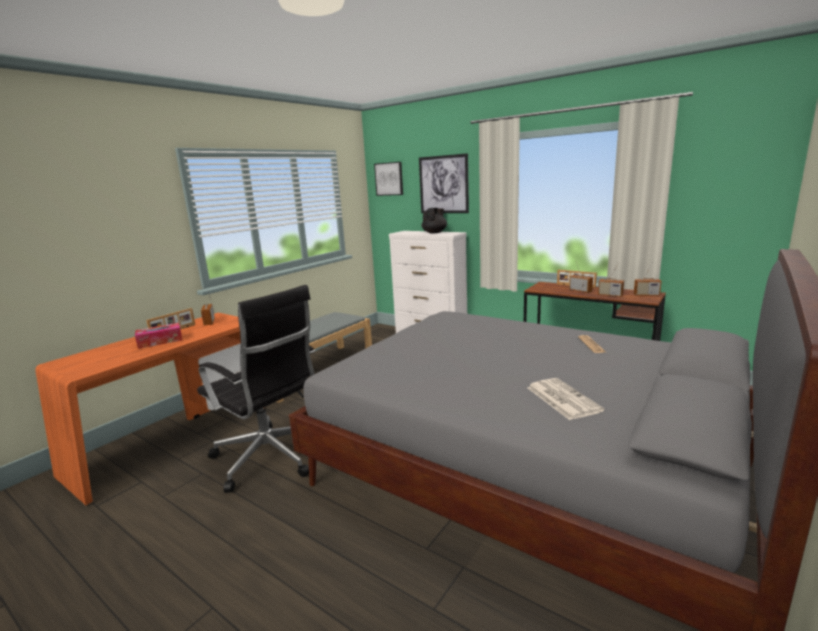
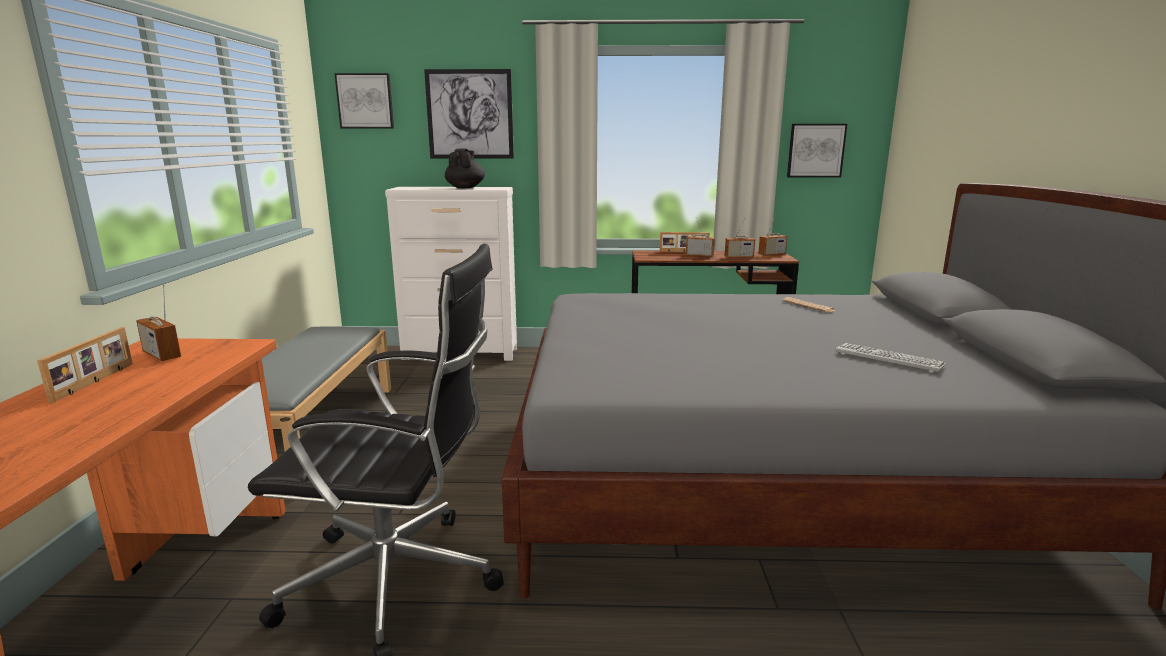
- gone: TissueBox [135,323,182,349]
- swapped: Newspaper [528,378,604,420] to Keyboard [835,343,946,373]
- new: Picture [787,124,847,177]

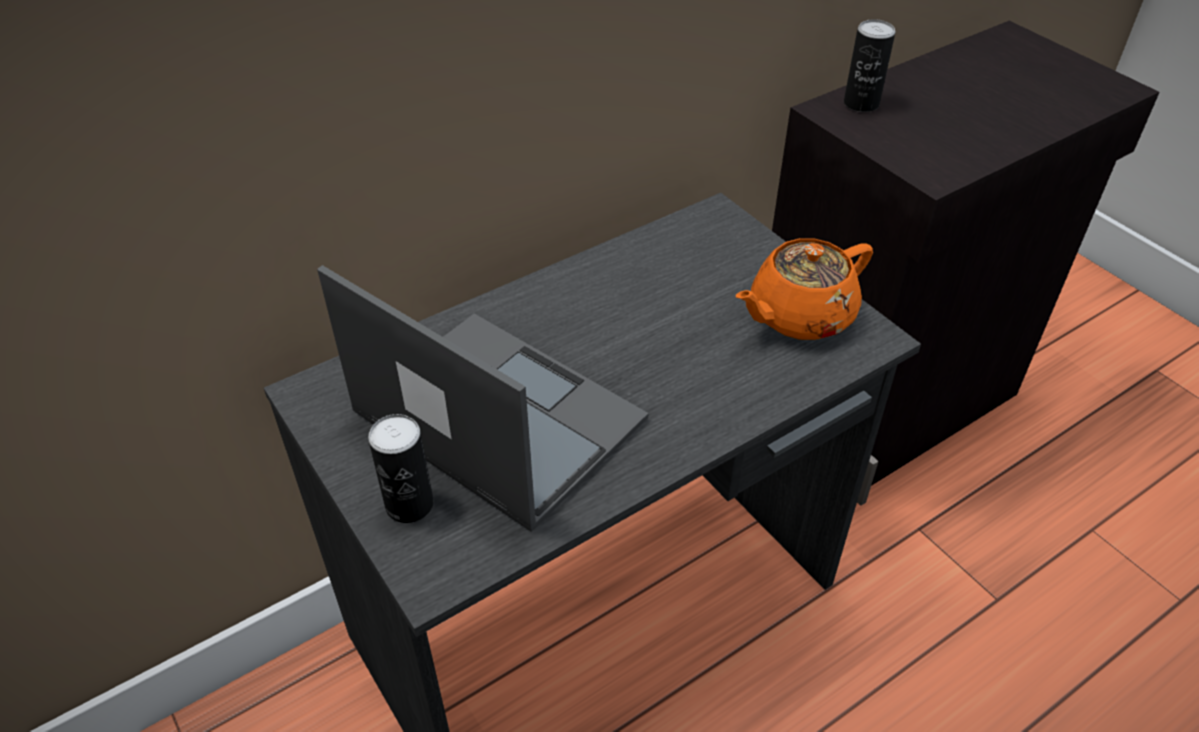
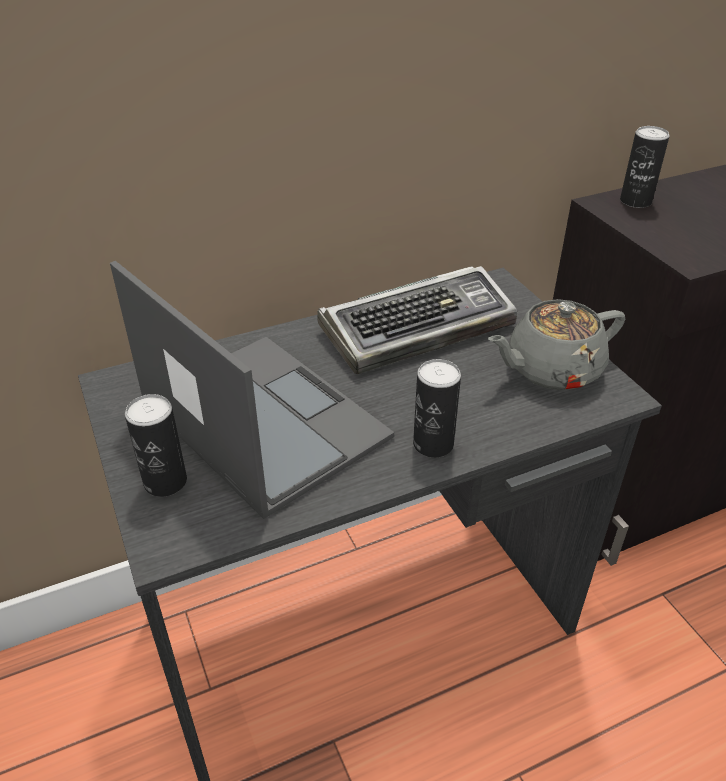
- repainted: OrangeTeapot [736,238,873,340] to GreyTeapot [488,299,625,390]
- new: Keyboard [317,266,518,374]
- new: Can [413,359,461,458]

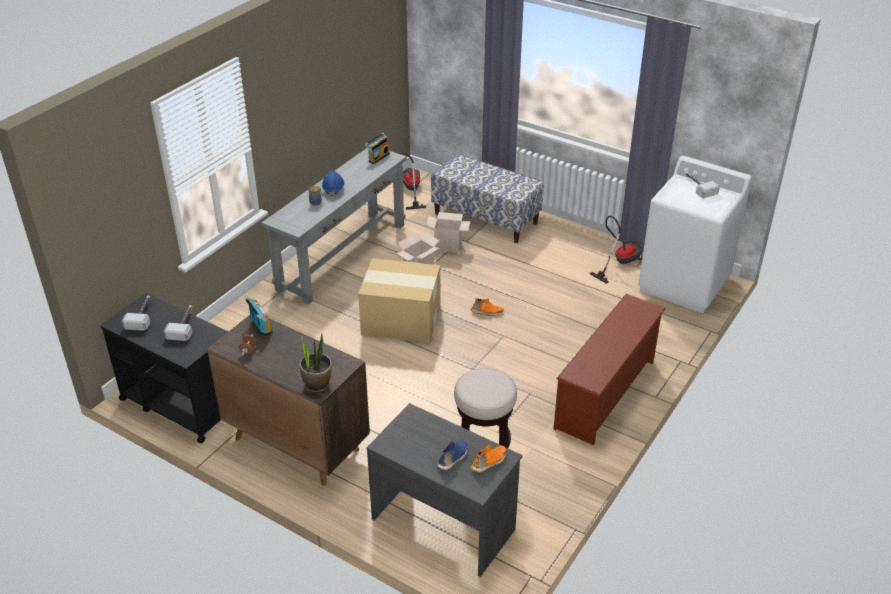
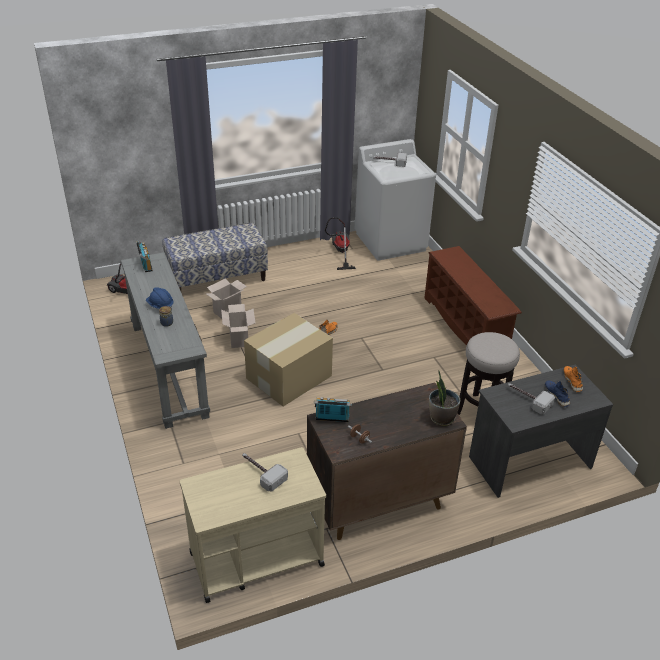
- repainted: BlackCart [100,293,228,443] to BeigeCart [180,447,326,603]
- shifted: Hammer [121,296,150,331] to [508,383,555,414]

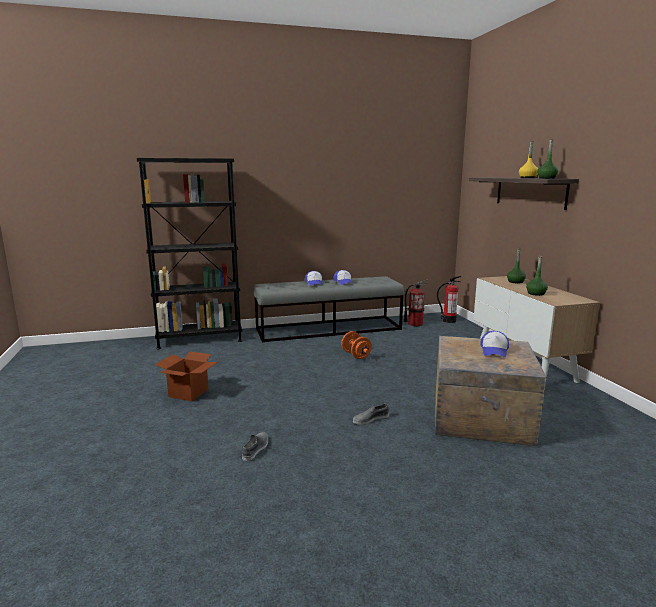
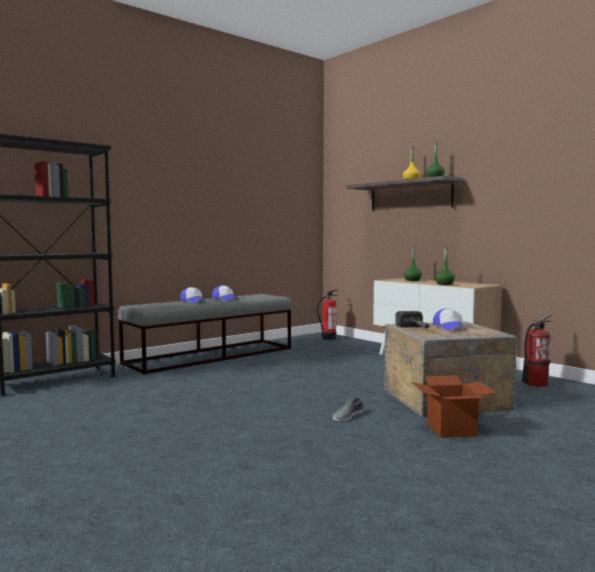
- shifted: CardboardBox [154,351,217,401] to [412,375,497,438]
- gone: GreyShoe [242,432,268,461]
- gone: OrangeDumbbell [341,331,372,359]
- shifted: FireExtinguisher [404,279,429,326] to [522,314,551,387]
- new: Hammer [395,311,430,328]

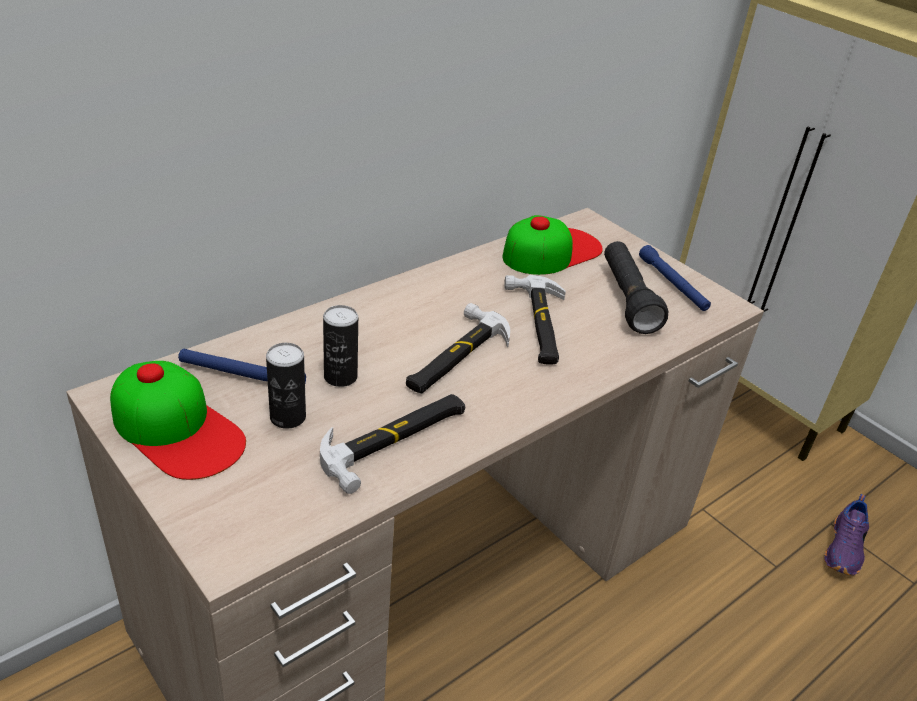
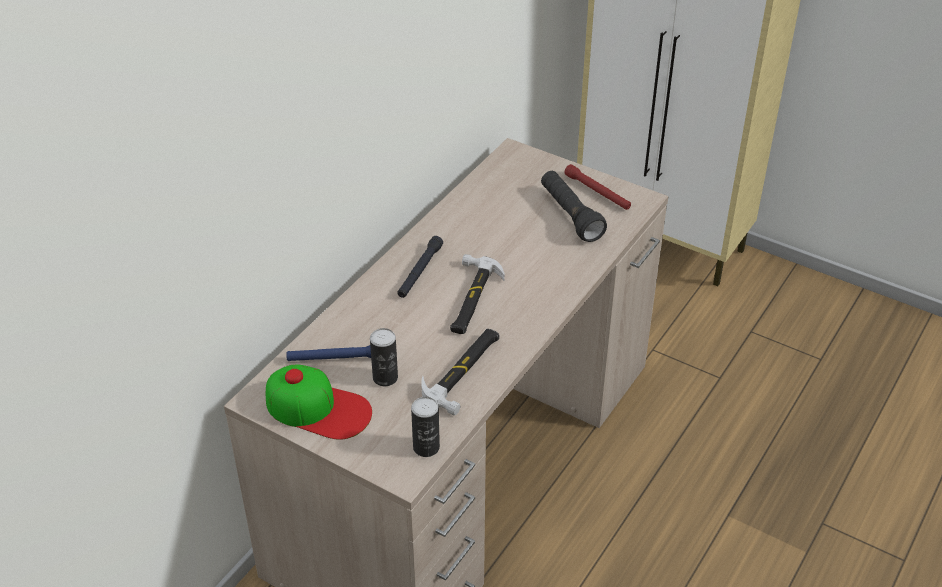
- shifted: Can [323,305,358,387] to [411,397,440,457]
- gone: Cap [503,215,603,275]
- gone: Hammer [504,275,566,365]
- repainted: BlueFlashlight [639,245,711,311] to RedFlashlight [565,164,631,210]
- gone: PurpleShoe [824,494,869,576]
- new: BlackFlashlight [397,236,443,298]

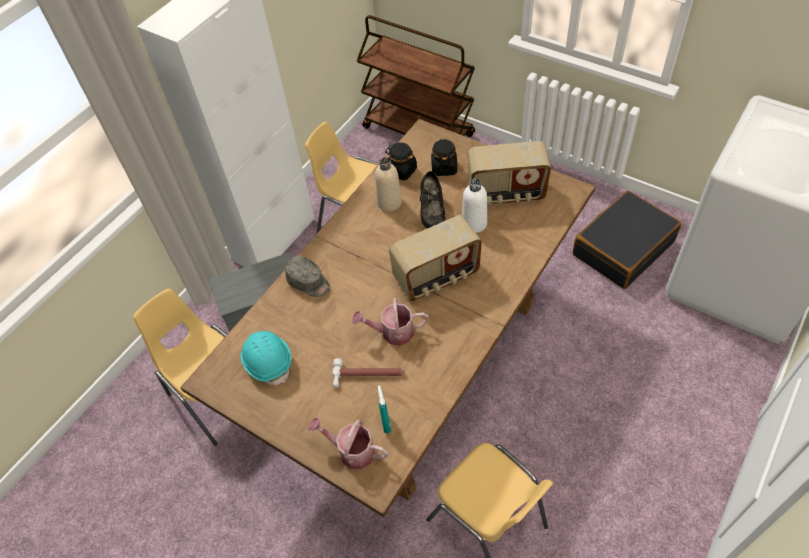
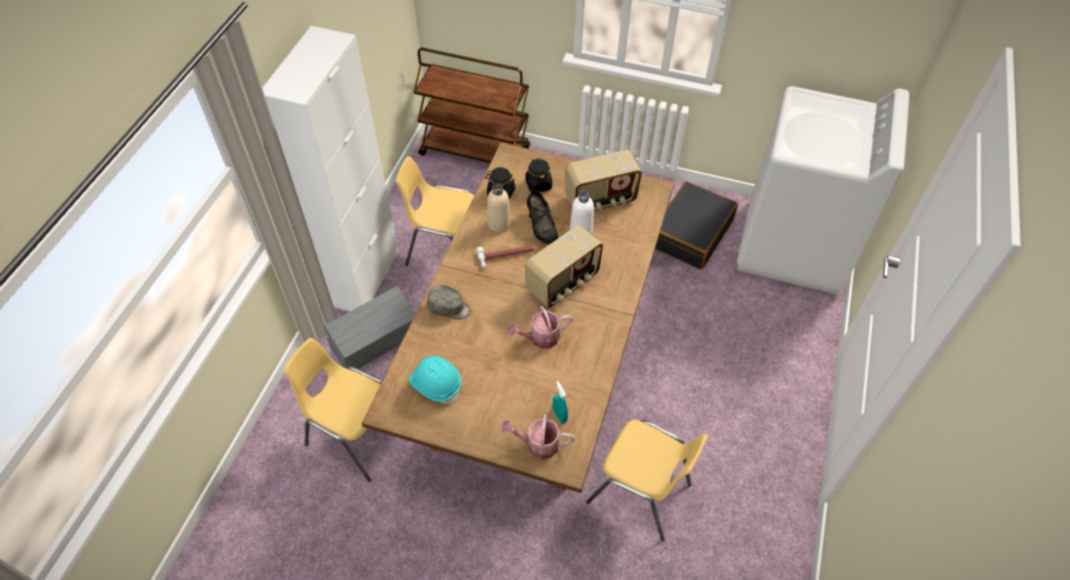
- shifted: Hammer [333,358,405,388] to [476,246,535,269]

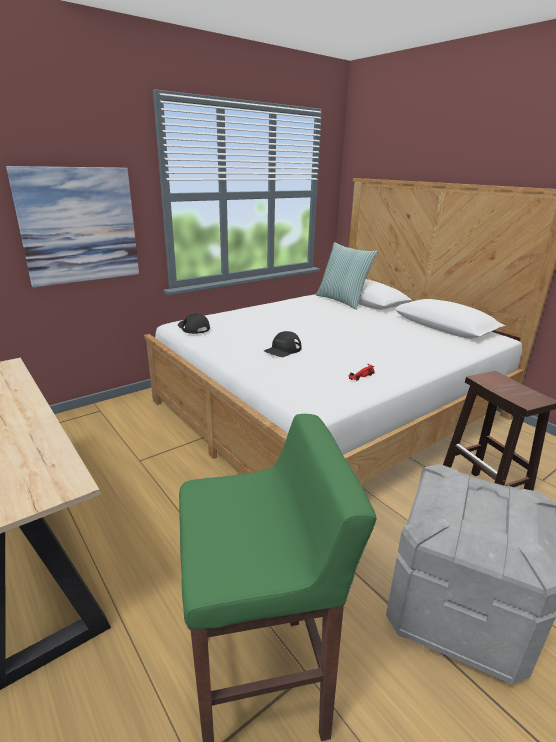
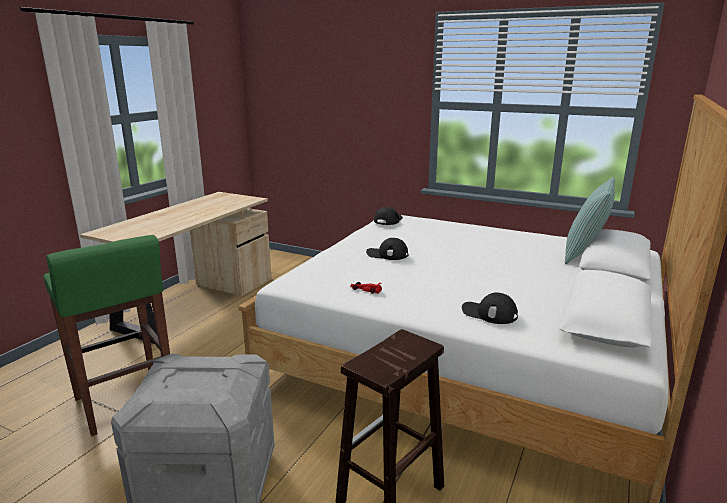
- gone: Picture [6,166,139,287]
- new: BlackCap [462,292,518,324]

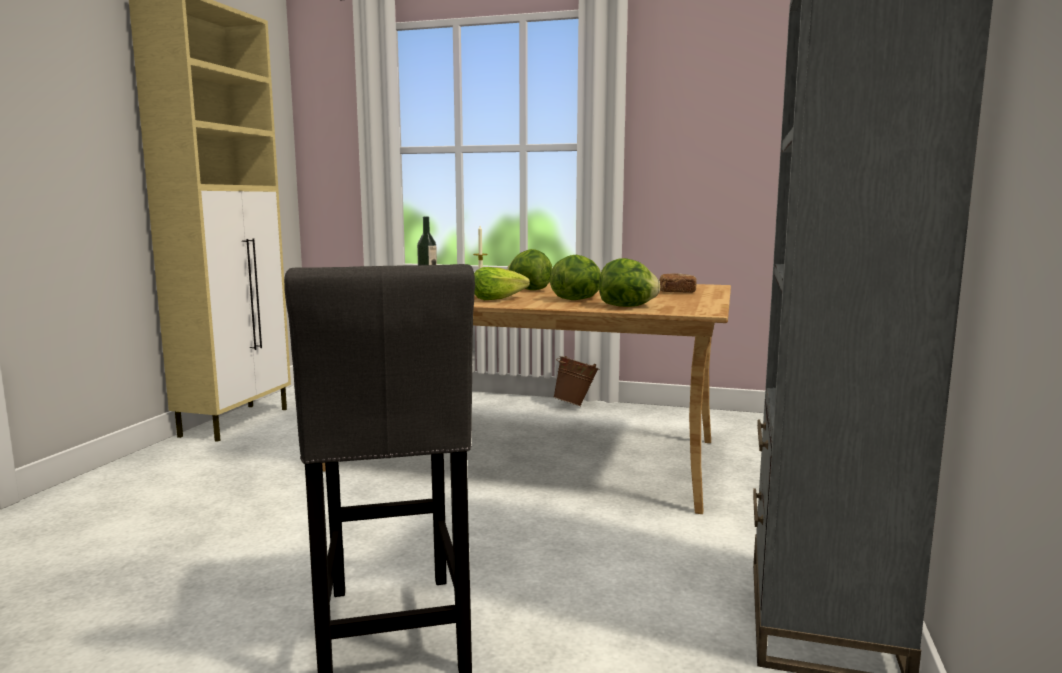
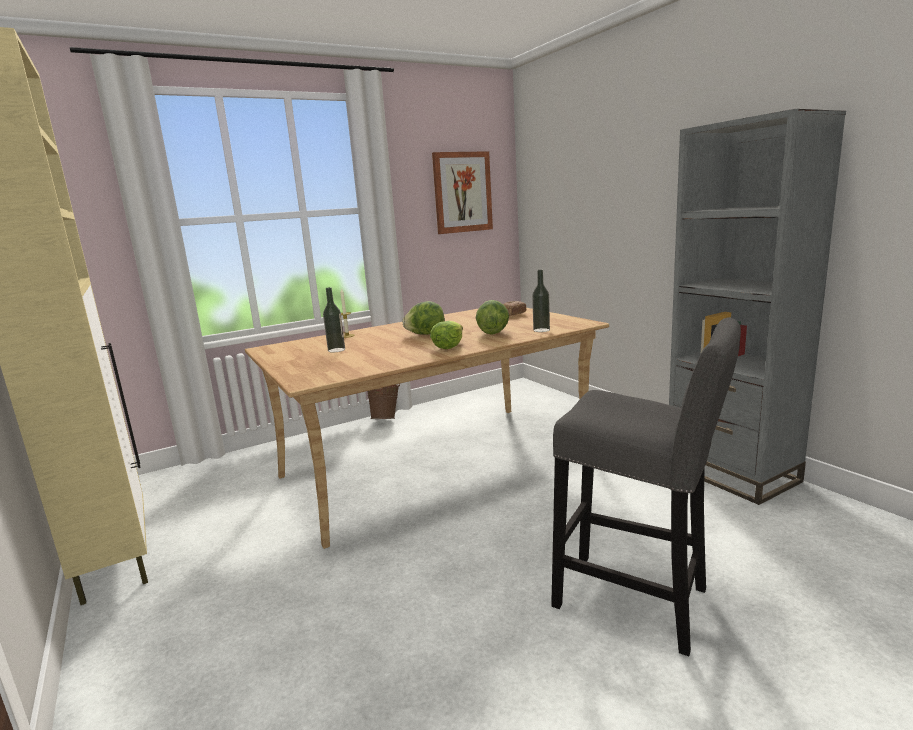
- swapped: Lettuce [599,258,660,307] to Bottle [532,270,550,332]
- new: Picture [432,151,493,234]

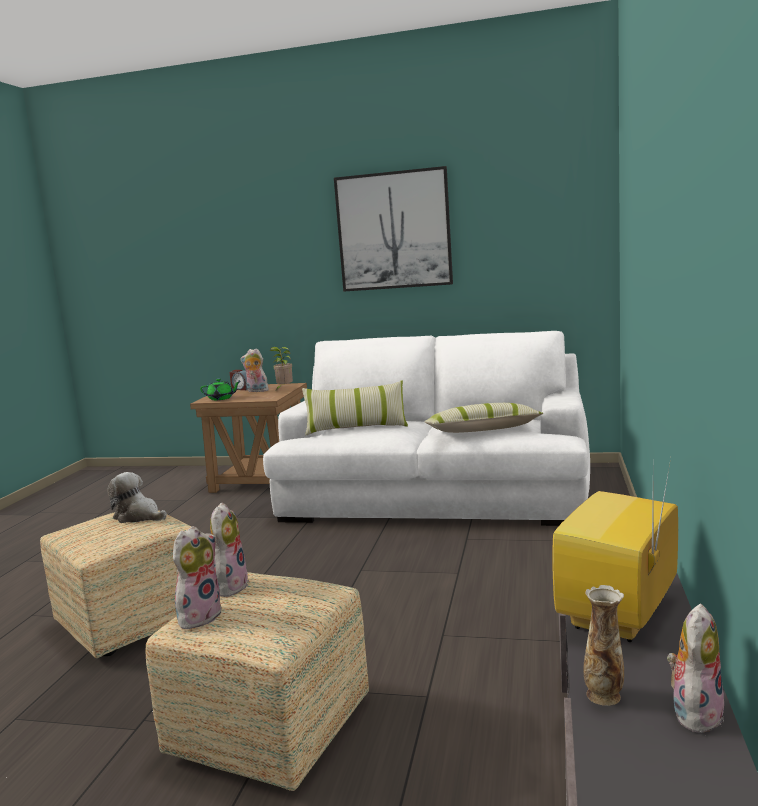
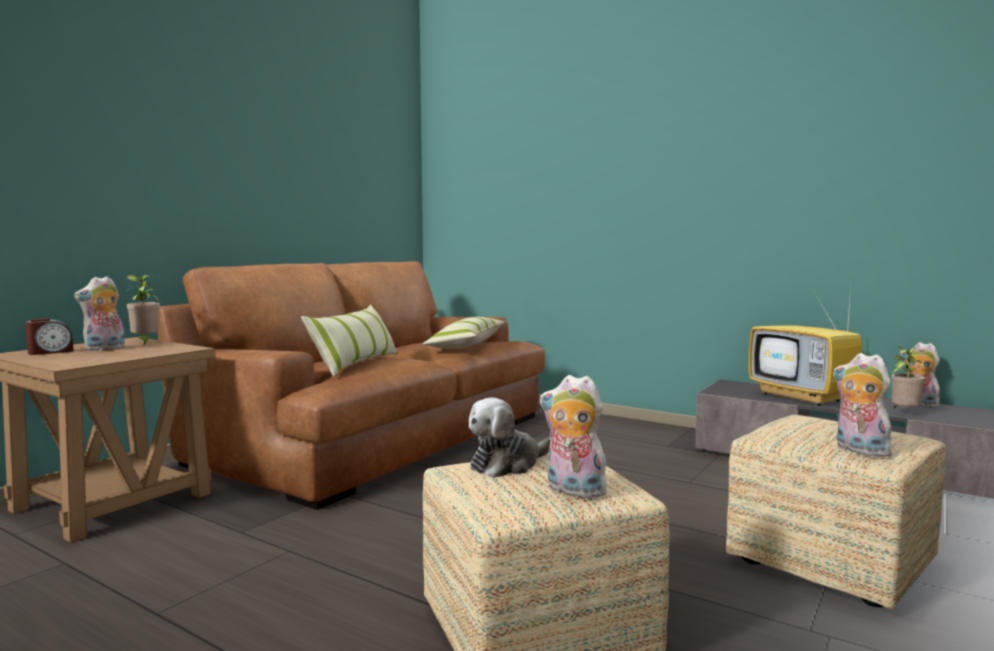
- gone: GreenTeapot [200,379,240,400]
- shifted: PlushToy [210,502,249,597] to [540,375,607,498]
- repainted: WhiteSofa [263,331,590,526] to BrownSofa [158,261,545,510]
- gone: Picture [334,166,453,292]
- swapped: Vase [583,585,624,706] to PottedPlant [891,346,925,409]

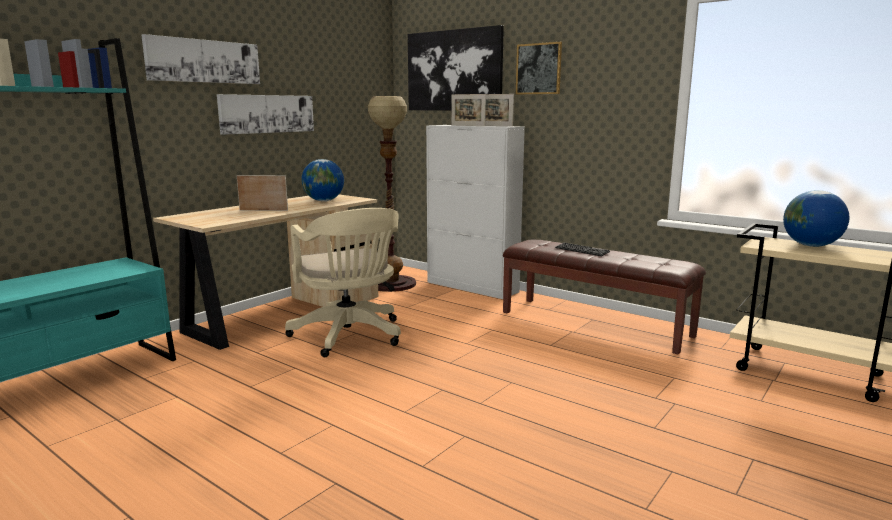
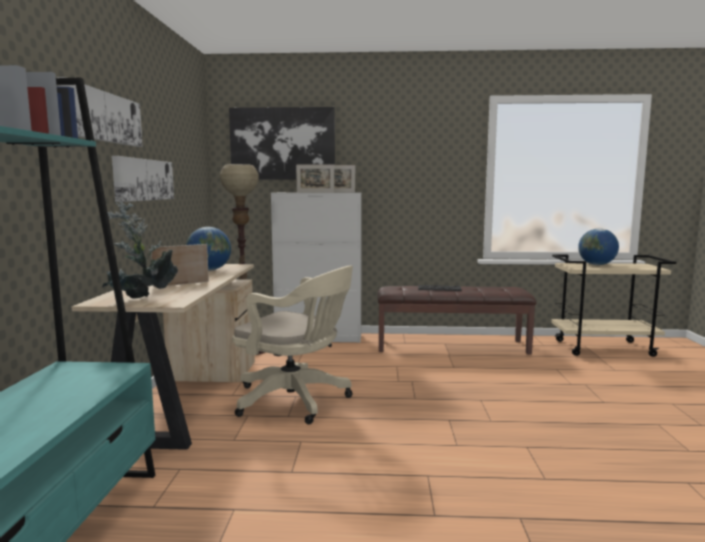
- gone: Picture [516,42,562,95]
- new: PottedPlant [102,201,178,299]

